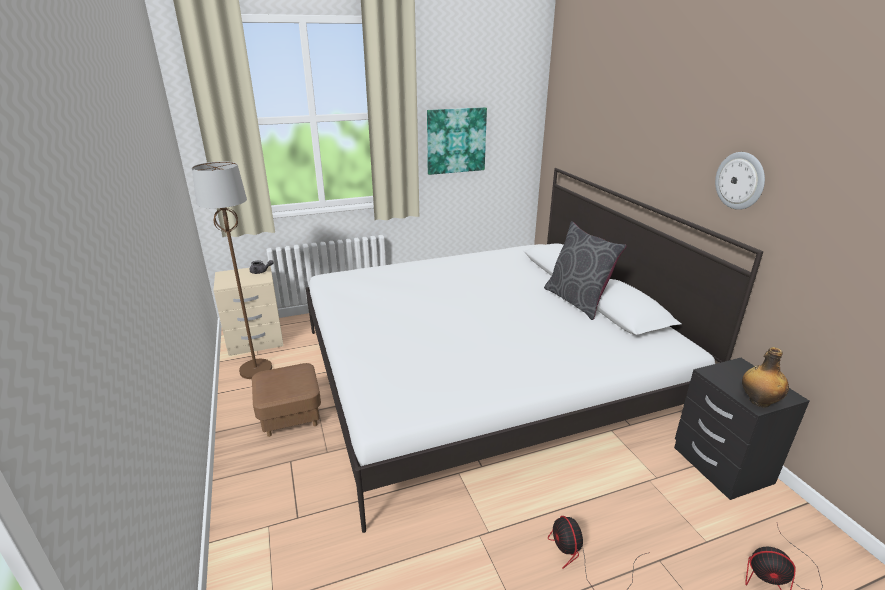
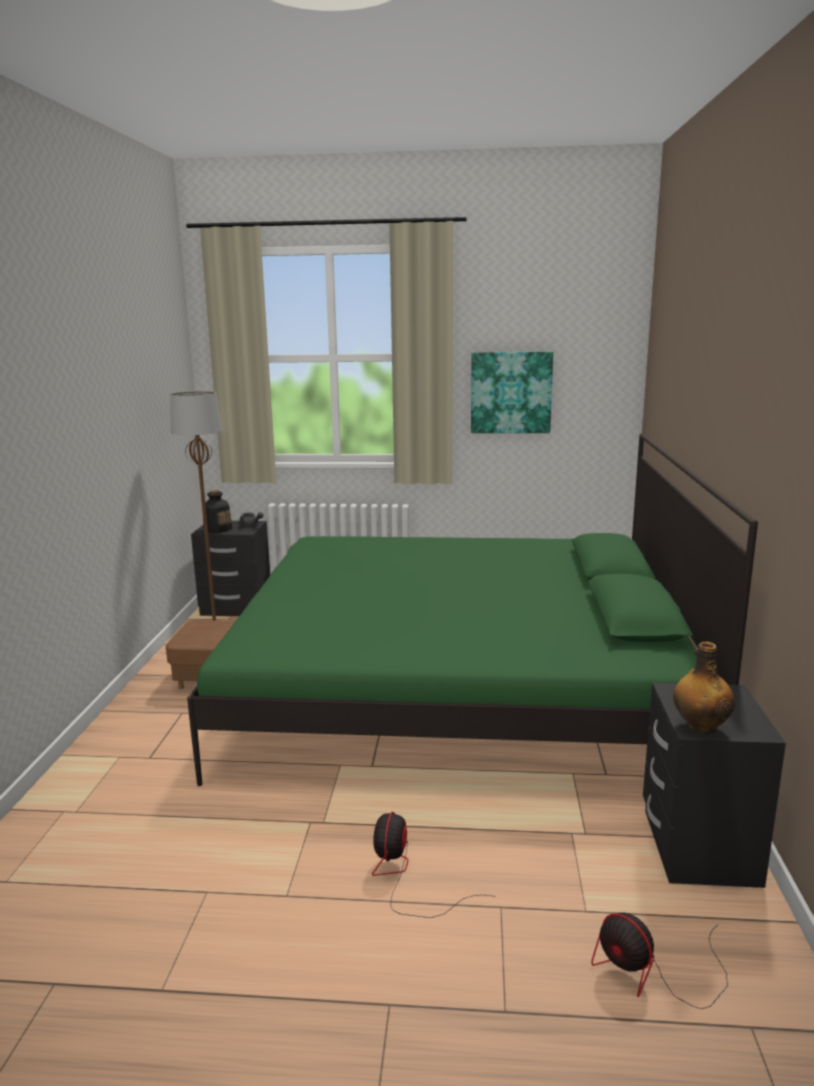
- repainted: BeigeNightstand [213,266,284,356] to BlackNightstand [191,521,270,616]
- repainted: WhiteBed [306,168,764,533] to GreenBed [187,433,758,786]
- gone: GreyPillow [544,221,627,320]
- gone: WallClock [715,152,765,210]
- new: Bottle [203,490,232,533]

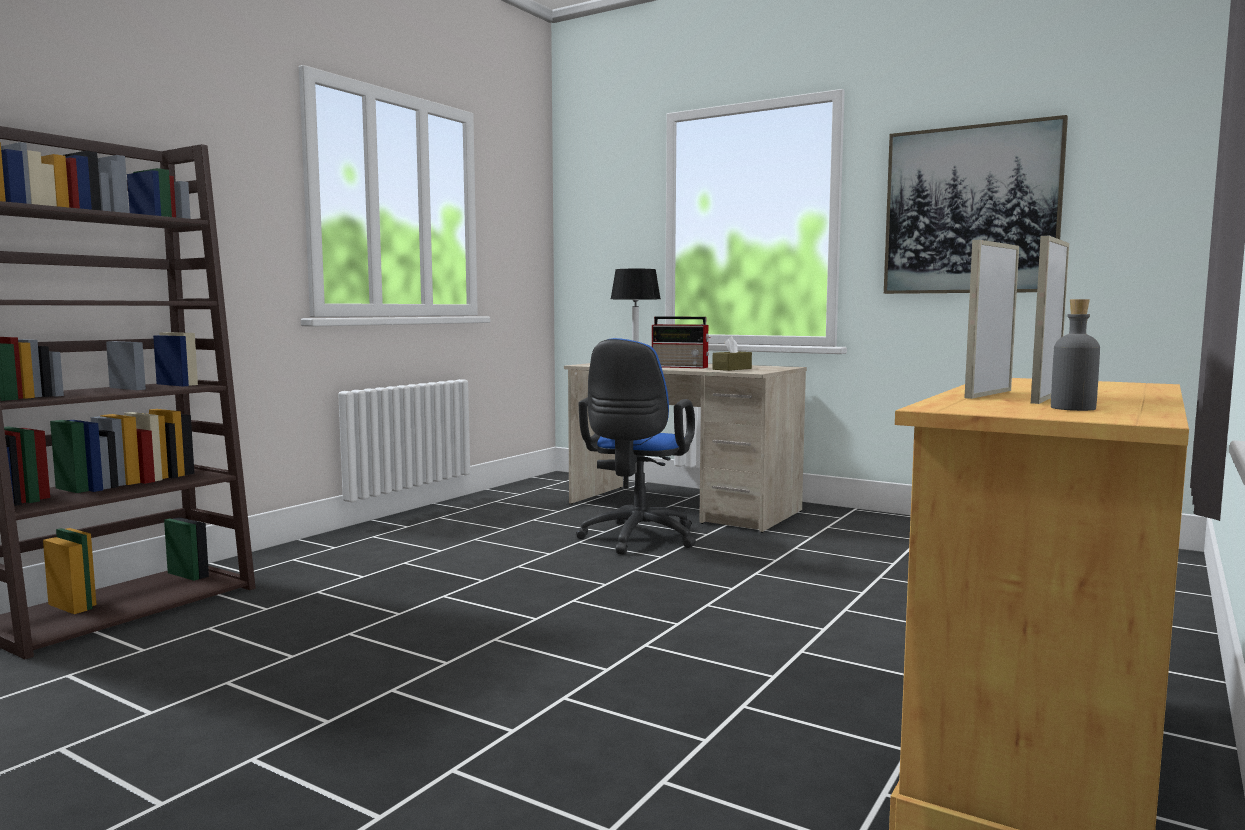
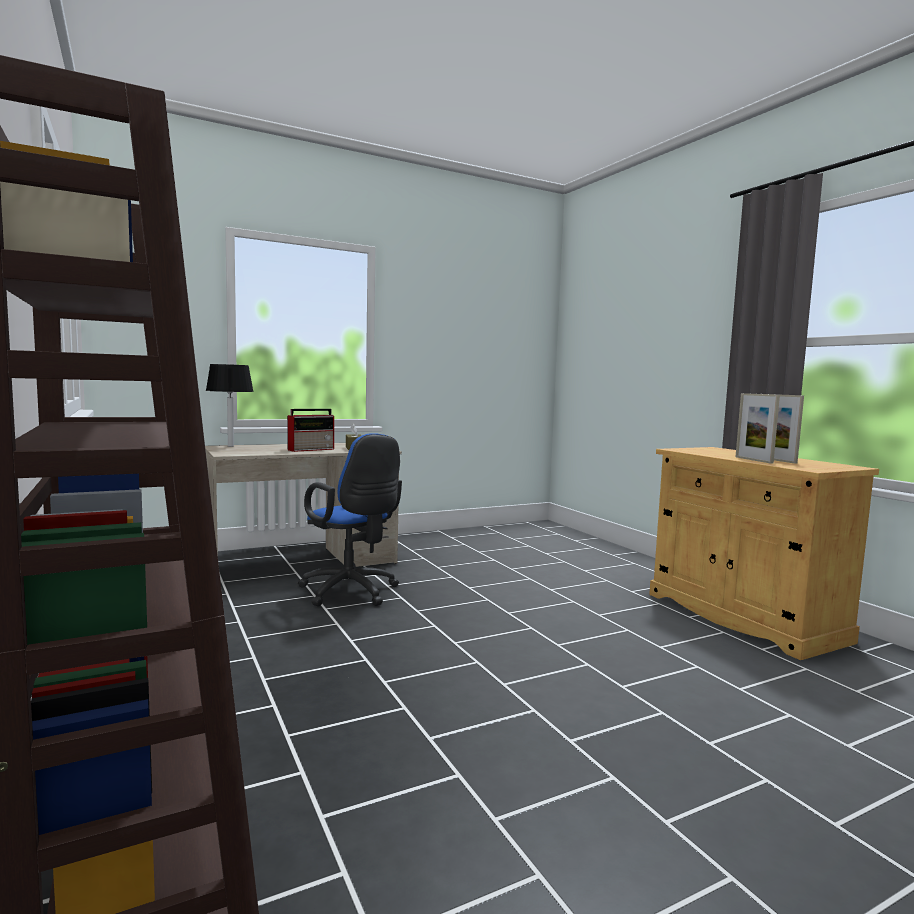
- gone: Picture [884,115,1068,294]
- gone: GreyBottle [1051,299,1100,411]

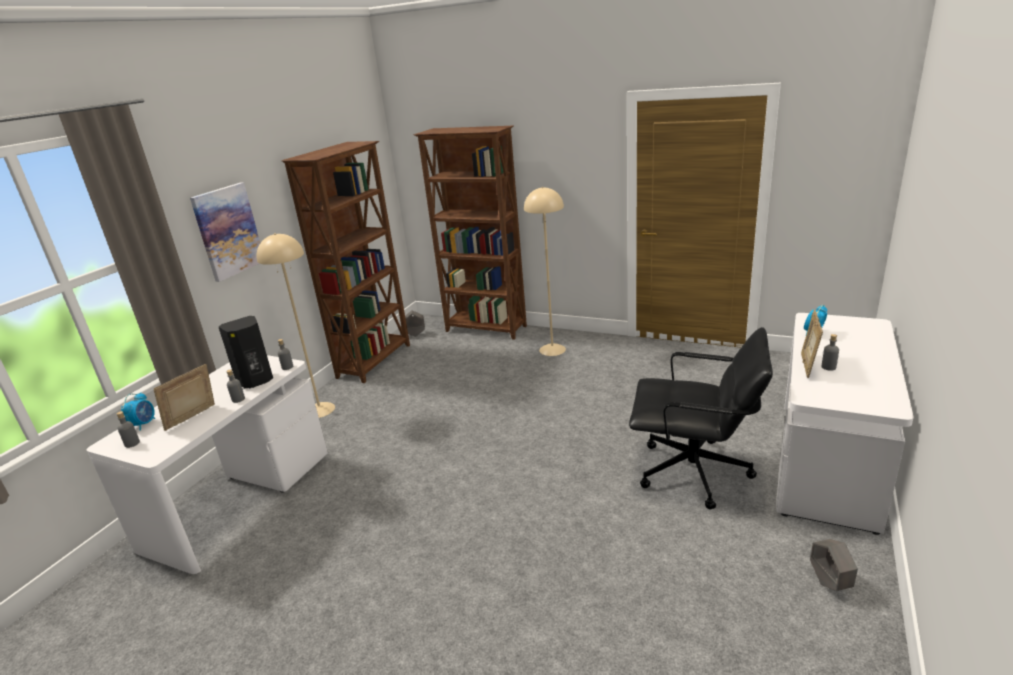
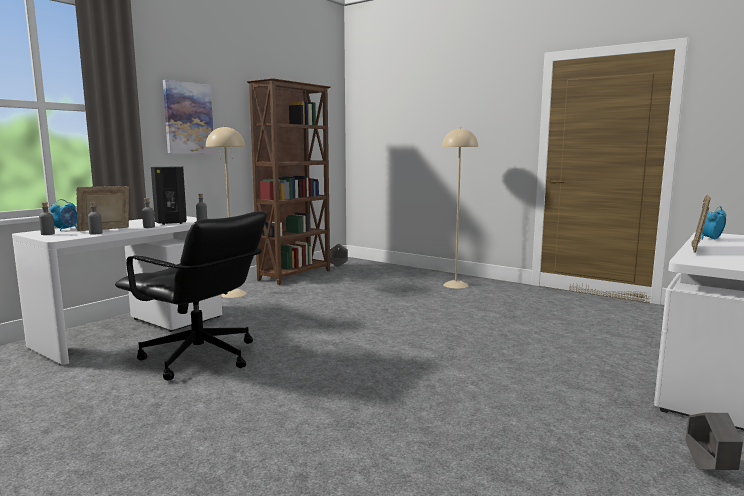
- gone: BrownBookcase [414,126,527,340]
- shifted: BlackOfficeChair [629,327,773,509] to [115,211,267,380]
- shifted: GreyBottle [822,334,839,371] to [88,202,103,234]

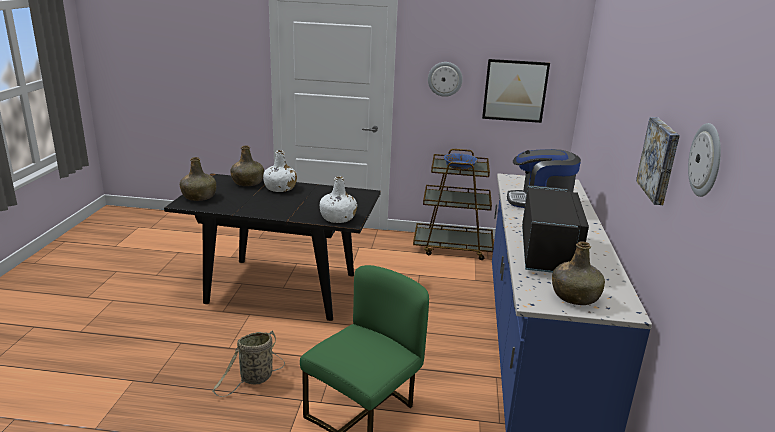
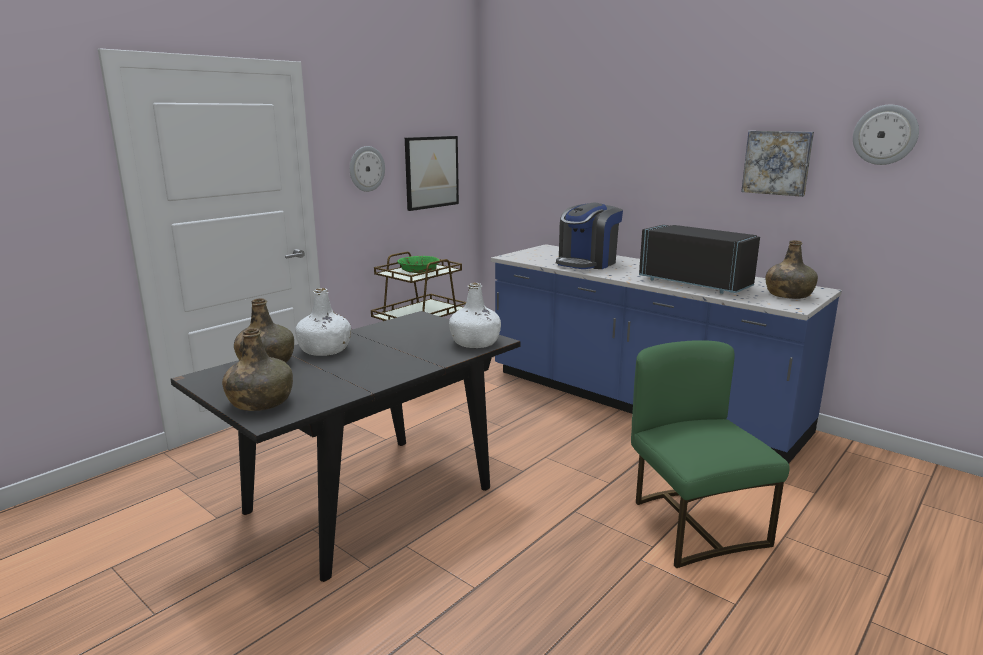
- gone: Basket [212,330,285,397]
- repainted: BlueBowl [444,153,478,170] to GreenBowl [397,256,440,273]

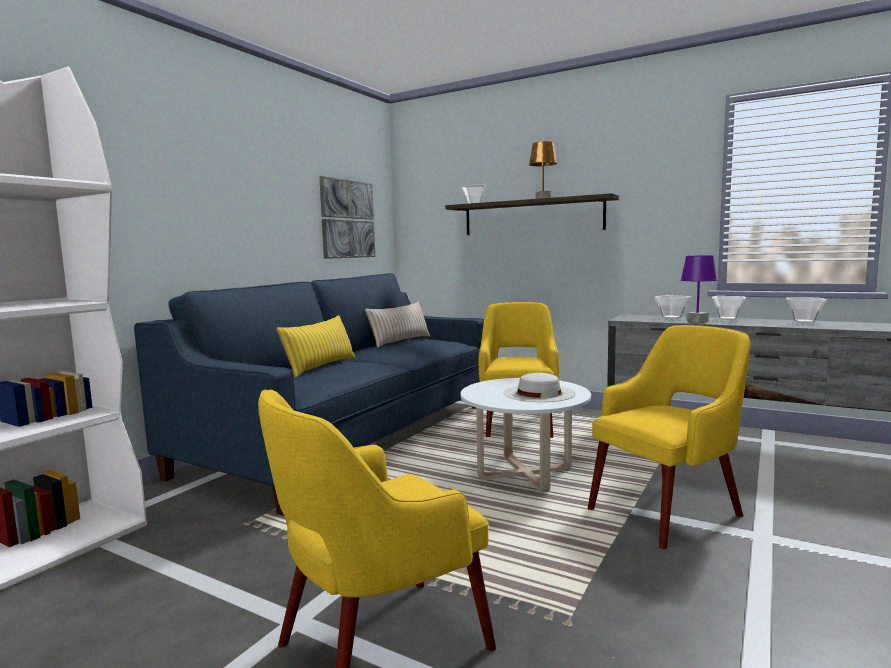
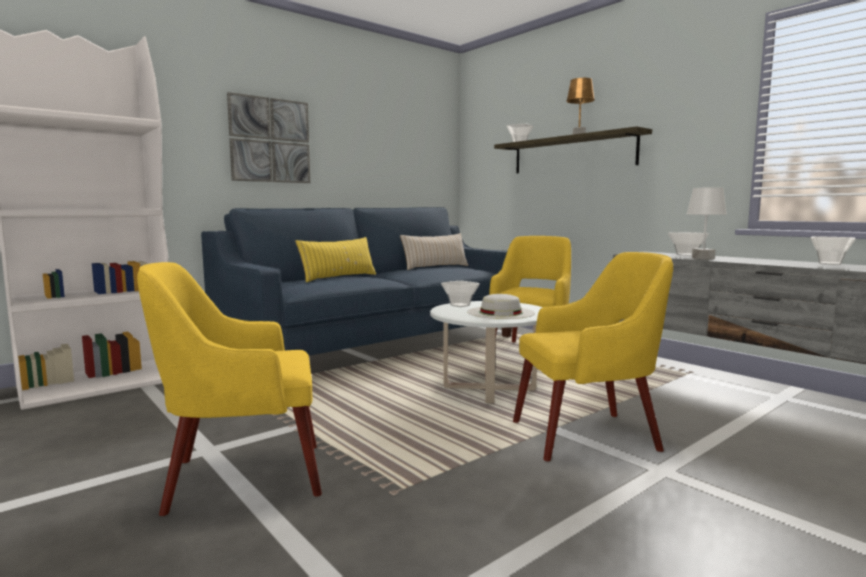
- shifted: Picture [319,176,375,259] to [227,92,310,183]
- repainted: PurpleTableLamp [681,255,717,323] to WhiteTableLamp [687,187,727,259]
- shifted: Bowl [712,296,746,320] to [441,281,480,307]

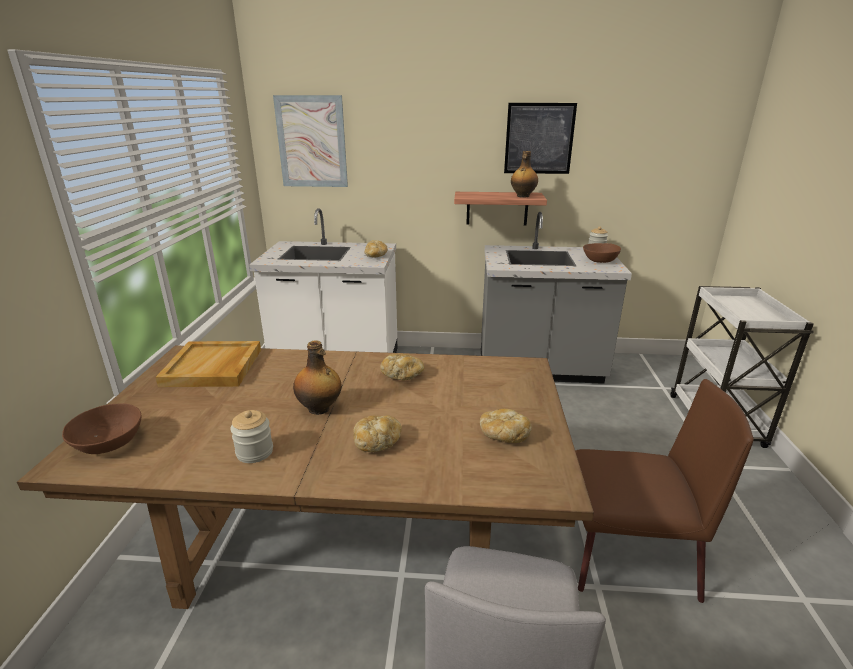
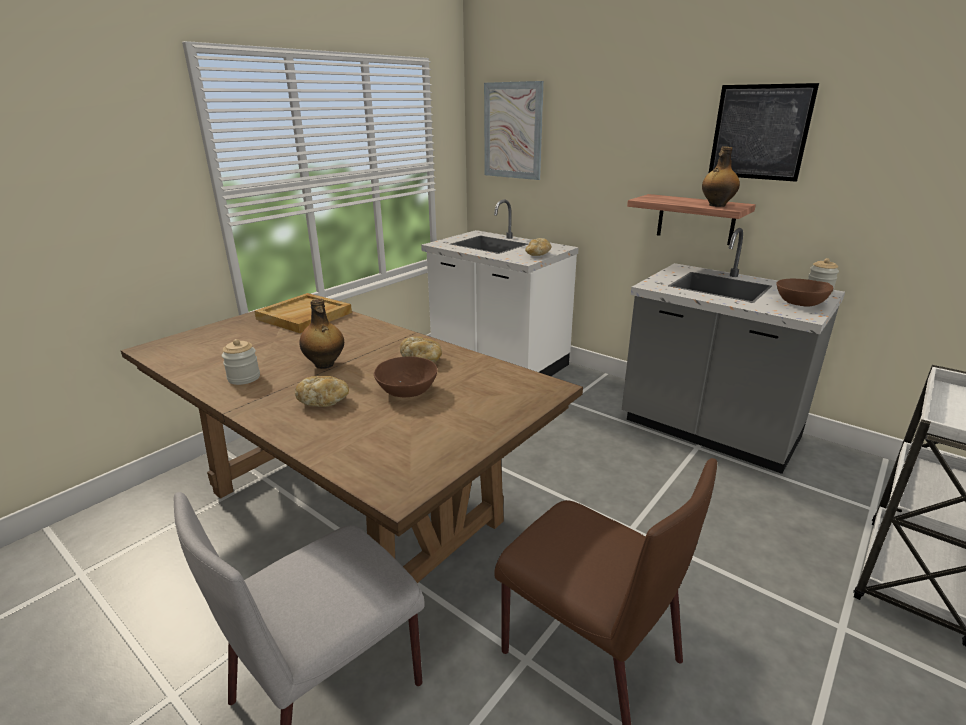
- shifted: BrownBowl [62,403,141,454] to [374,356,437,397]
- gone: Bread [480,409,532,443]

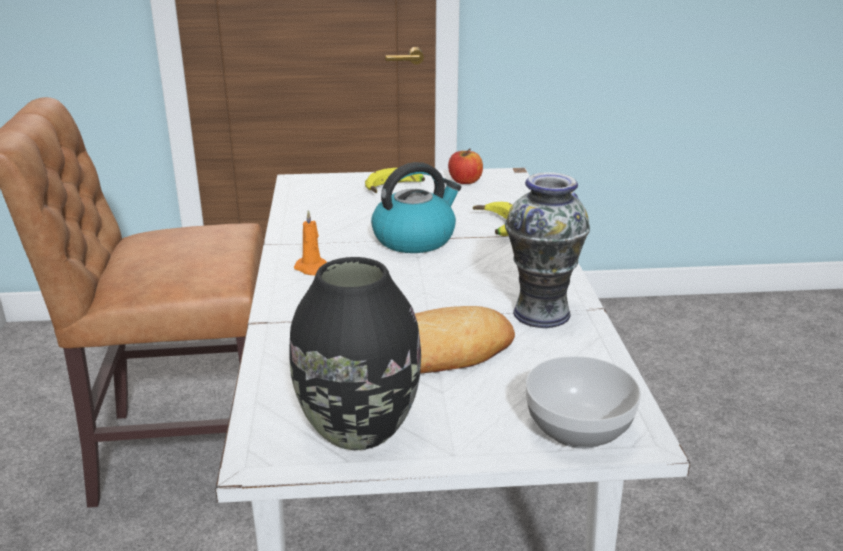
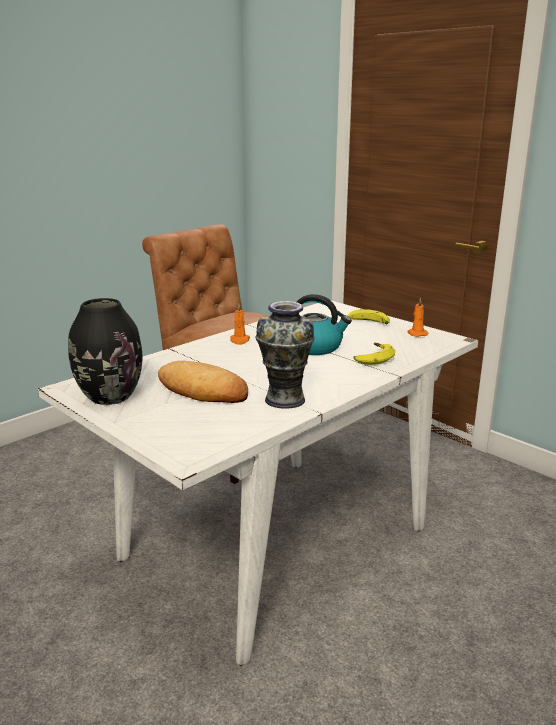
- swapped: Apple [448,148,483,184] to OrangeCandle [407,297,429,337]
- gone: Bowl [526,356,641,449]

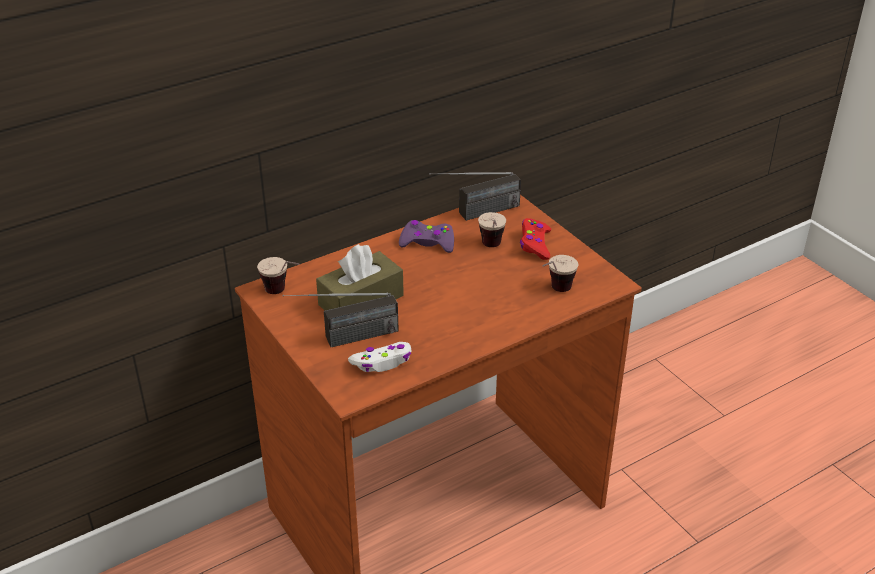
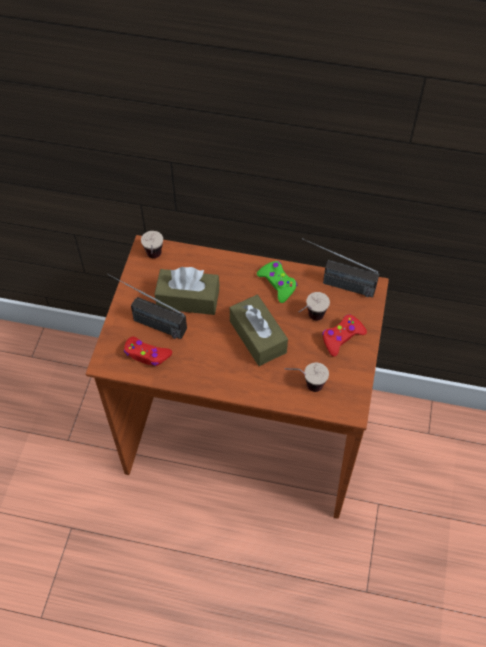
- repainted: WhiteGameController [348,342,411,372] to RedGameController [124,337,172,366]
- repainted: PurpleGameController [399,220,454,253] to GreenGameController [257,261,297,303]
- new: BrownTissueBox [230,295,288,366]

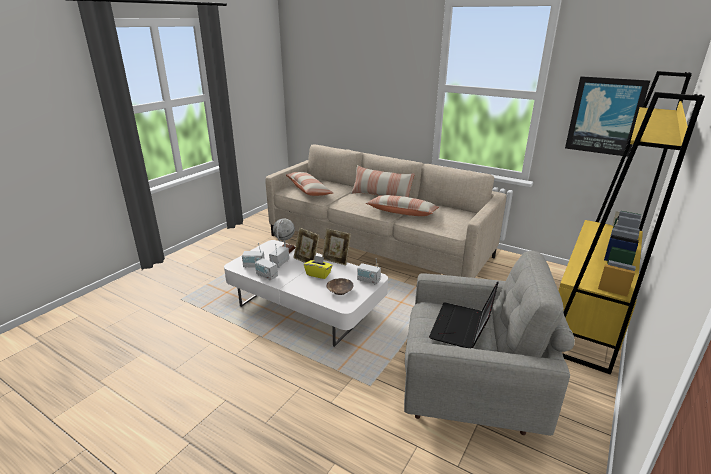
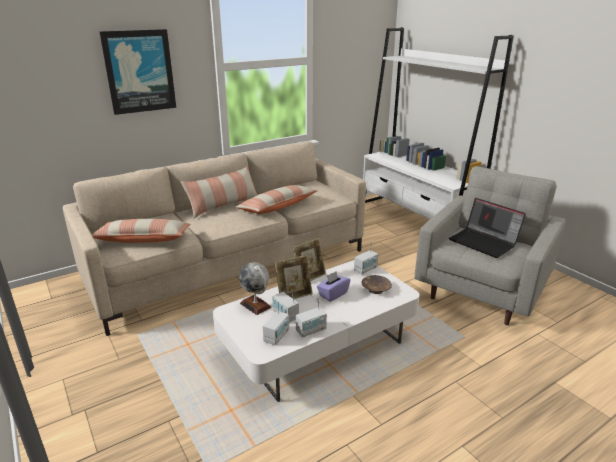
- repainted: YellowTissueBox [304,255,333,279] to PurpleTissueBox [317,271,351,302]
- repainted: YellowBookcase [559,71,705,375] to WhiteBookcase [363,28,514,220]
- shifted: Picture [565,76,650,157] to [99,29,176,115]

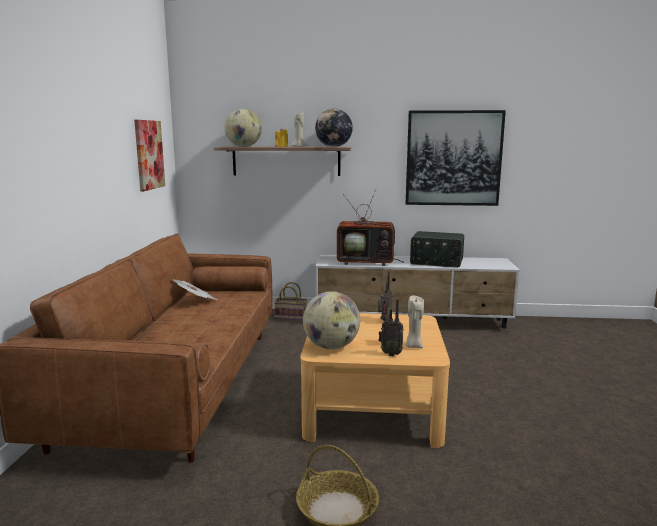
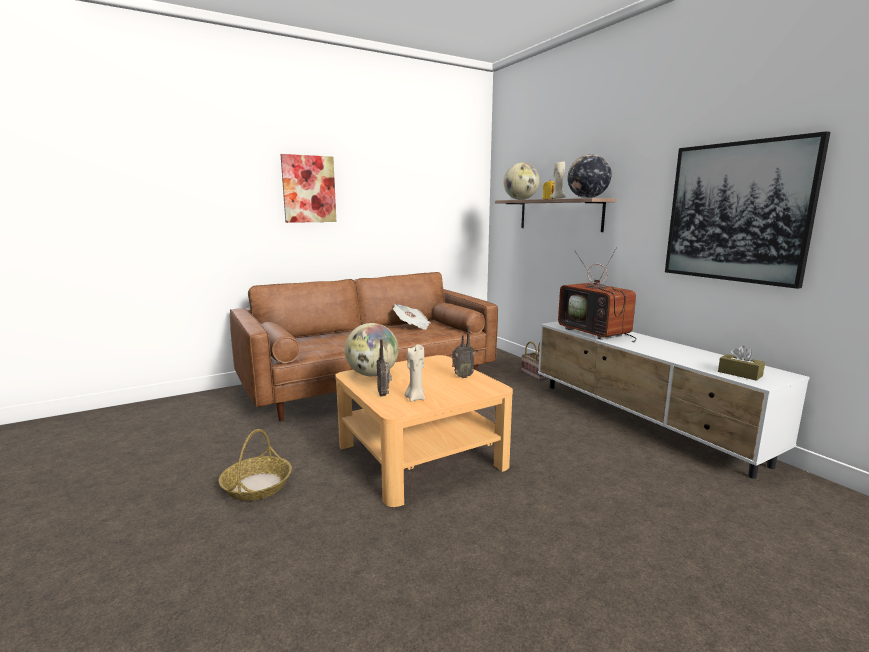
- shifted: Picture [134,120,165,191] to [281,154,336,223]
- gone: Radio [410,231,464,268]
- new: BrownTissueBox [718,346,765,381]

